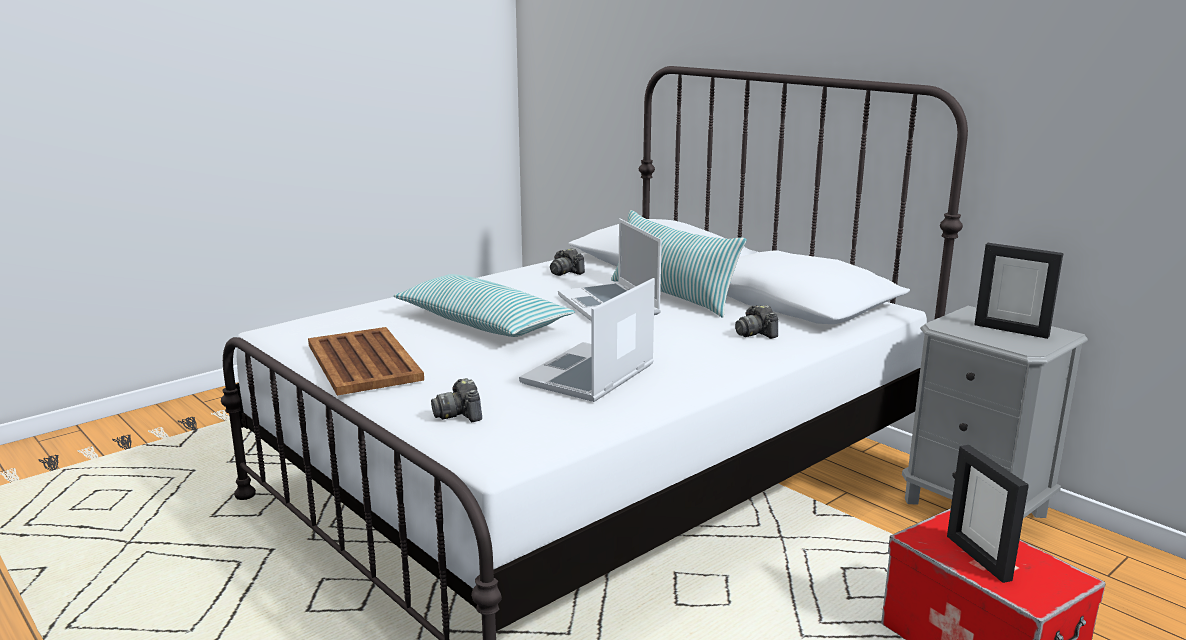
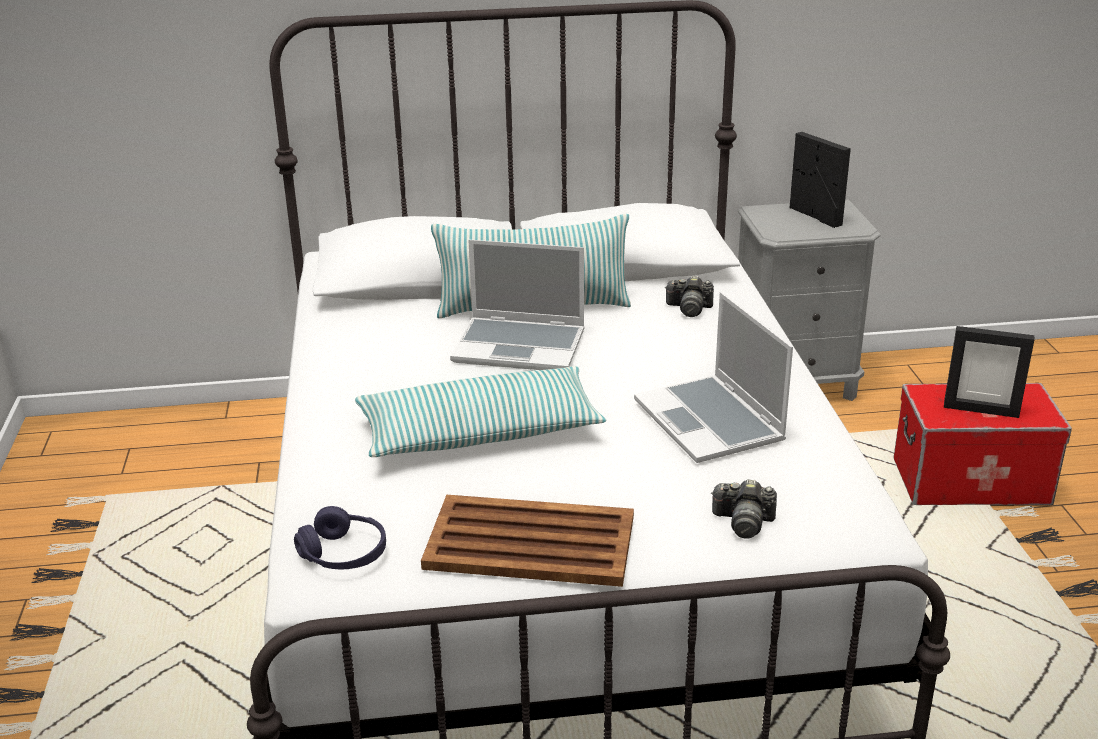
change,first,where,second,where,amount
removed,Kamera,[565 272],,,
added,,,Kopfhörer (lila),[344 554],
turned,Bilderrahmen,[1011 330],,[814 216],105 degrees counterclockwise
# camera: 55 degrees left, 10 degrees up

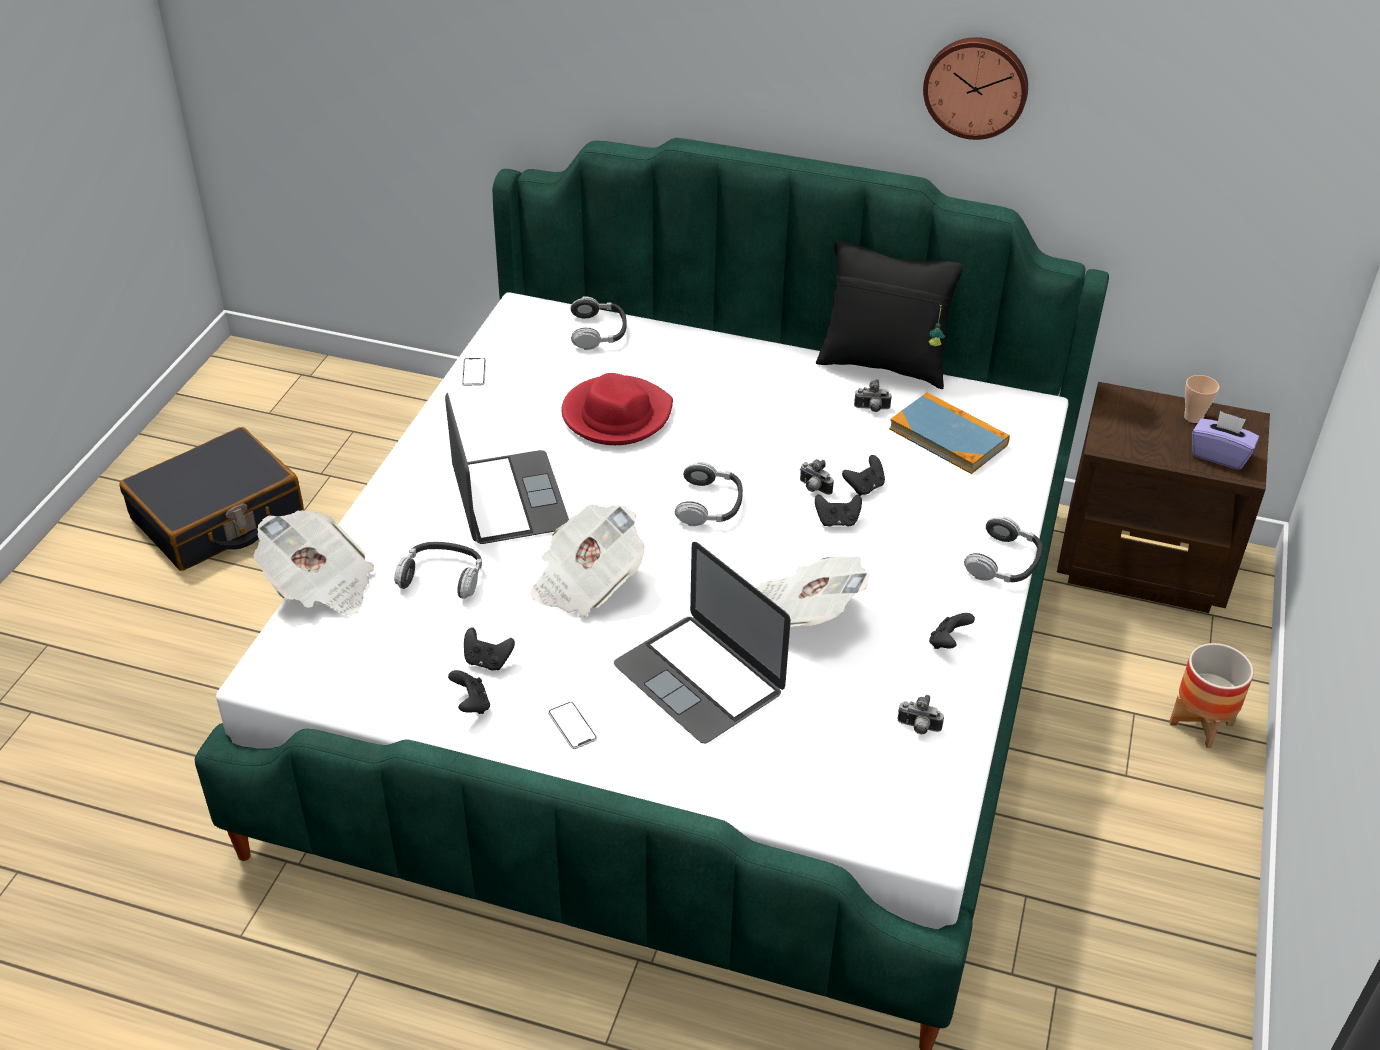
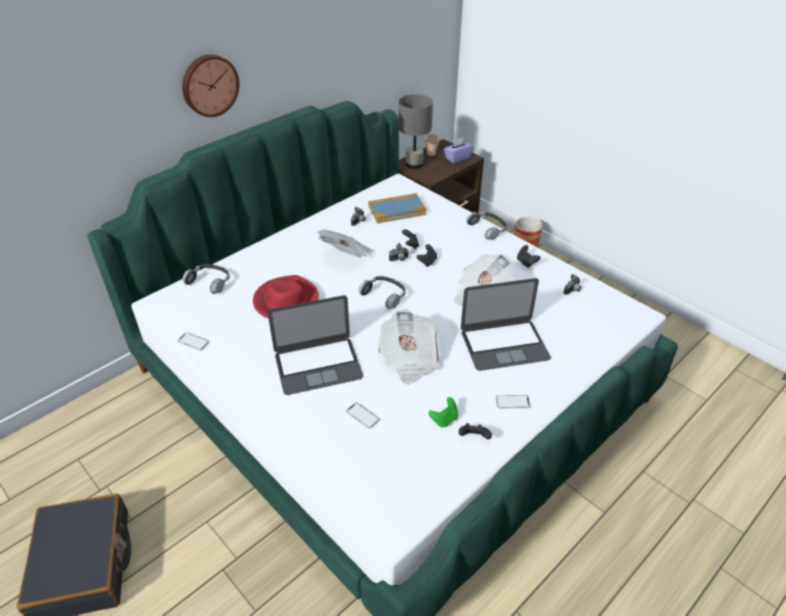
change,first,where,second,where,amount
removed,Kissen (schwarz),[882 366],,,
added,,,Tischlampe (grau),[413 164],
moved,Zeitung,[320 585],,[347 255],
moved,Wanduhr,[976 86],,[209 85],
replaced,Kopfhörer,[442 577],Handy,[362 416],
recoloured,Gamepad (schwarz),[487 661],Gamepad (grün),[444 419],
turned,Laptop,[509 498],,[318 365],150 degrees clockwise
# camera: 60 degrees left, 0 degrees up

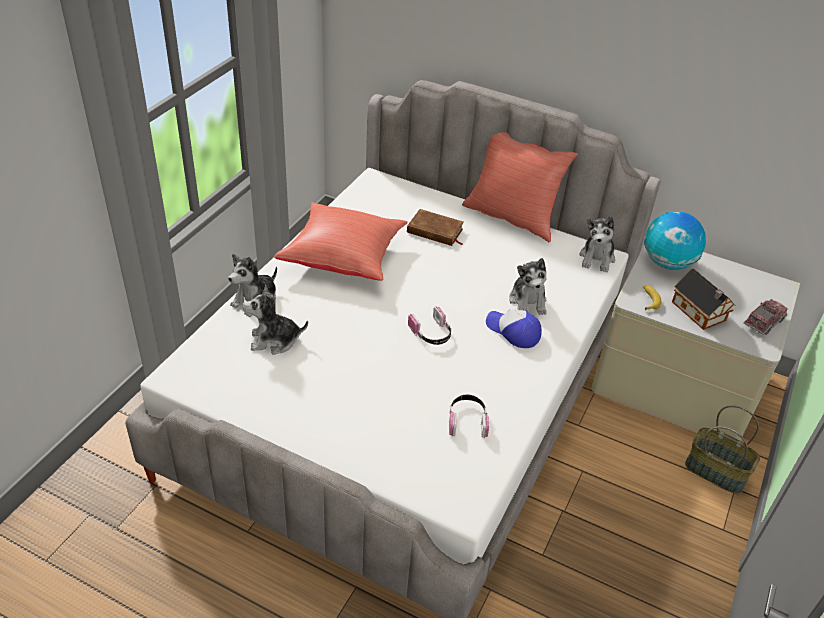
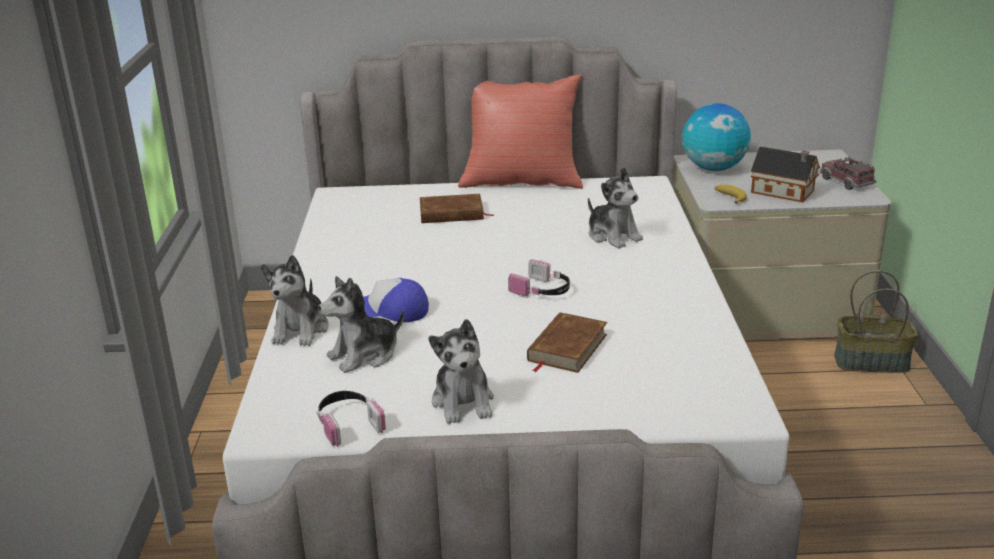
change,first,where,second,where,amount
removed,Kissen (rot),[343 256],,,
added,,,Buch (braun),[567 348],
moved,Kopfhörer,[467 420],,[348 424],
moved,Kappe,[513 331],,[390 311],
moved,Plüschtier,[597 258],,[463 402],
turned,Spielzeuglaster,[763 322],,[846 182],45 degrees counterclockwise
# camera: 25 degrees left, 15 degrees down

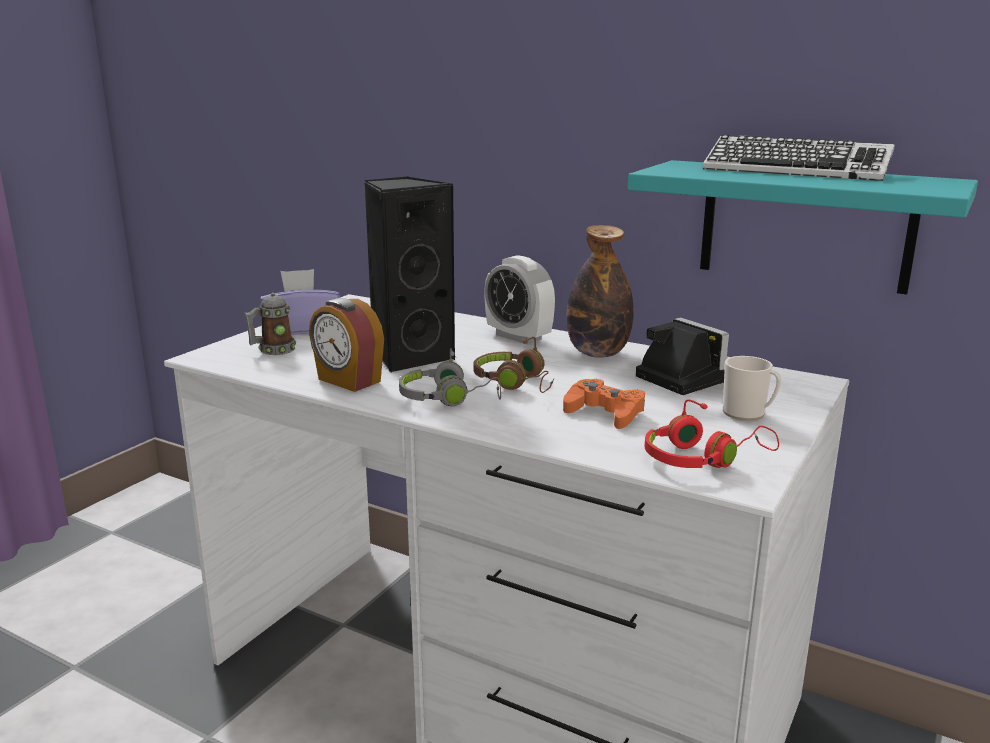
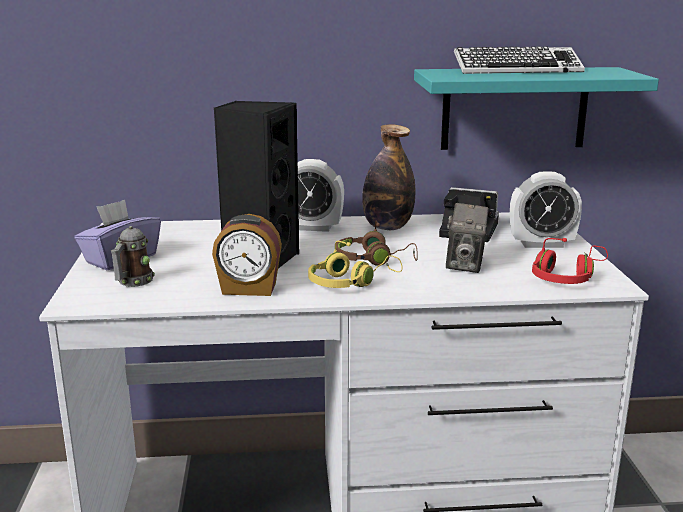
change,first,where,second,where,amount
replaced,Gamepad (orange),[605 412],Kamera,[465 264],
replaced,Henkelbecher,[748 413],Wecker,[541 244],
recoloured,Kopfhörer (grau),[448 398],Kopfhörer (gelb),[350 282],
# camera: 35 degrees left, 0 degrees up

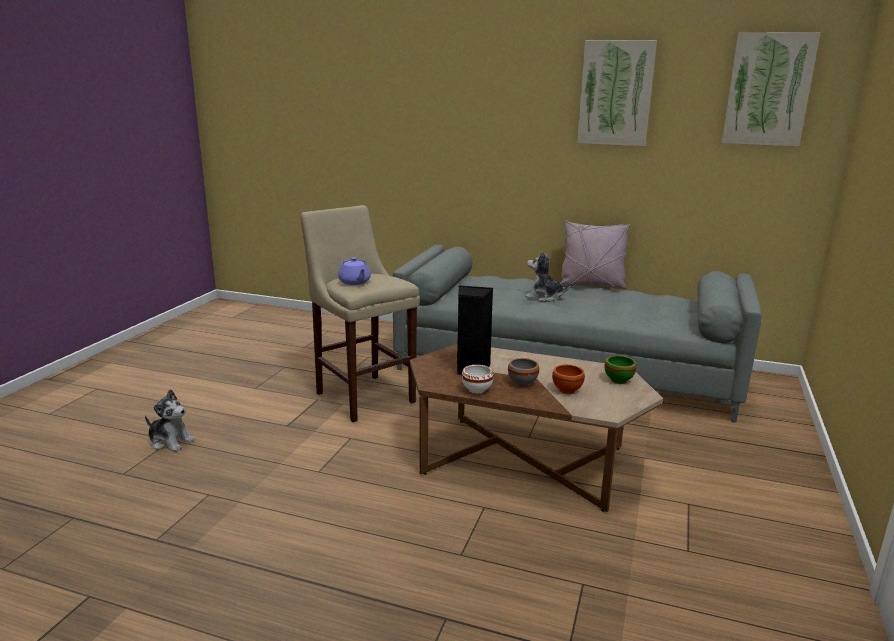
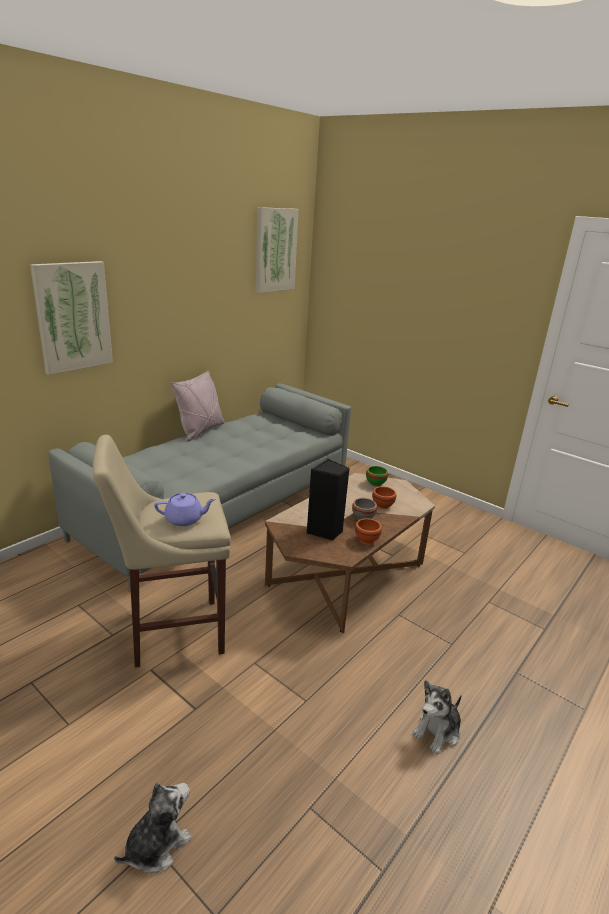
change,first,where,second,where,amount
moved,Plüschtier,[544 297],,[437 731],
moved,Bild,[616 93],,[73 317],
recoloured,Schüssel (weiß),[476 391],Schüssel (braun),[367 541],
# camera: 70 degrees left, 5 degrees up

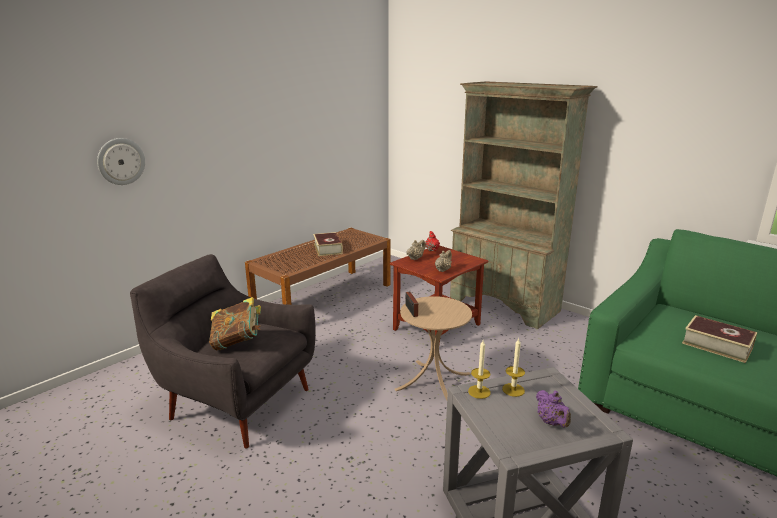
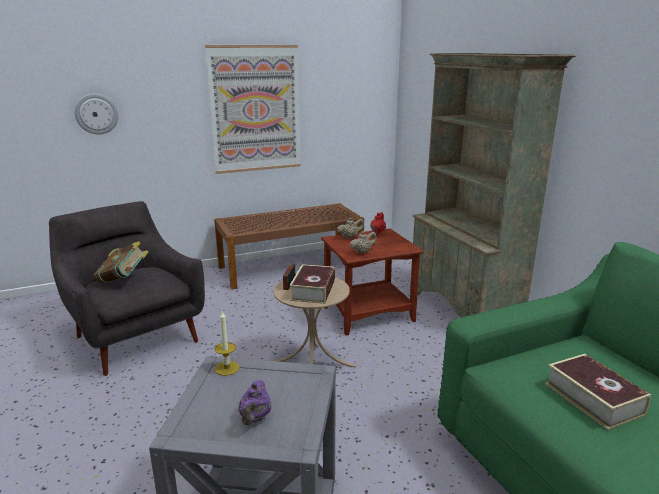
change,first,where,second,where,amount
removed,Kerze,[513 390],,,
added,,,Bild,[255 109],
moved,Buch,[328 249],,[313 290],
# camera: 25 degrees right, 0 degrees up

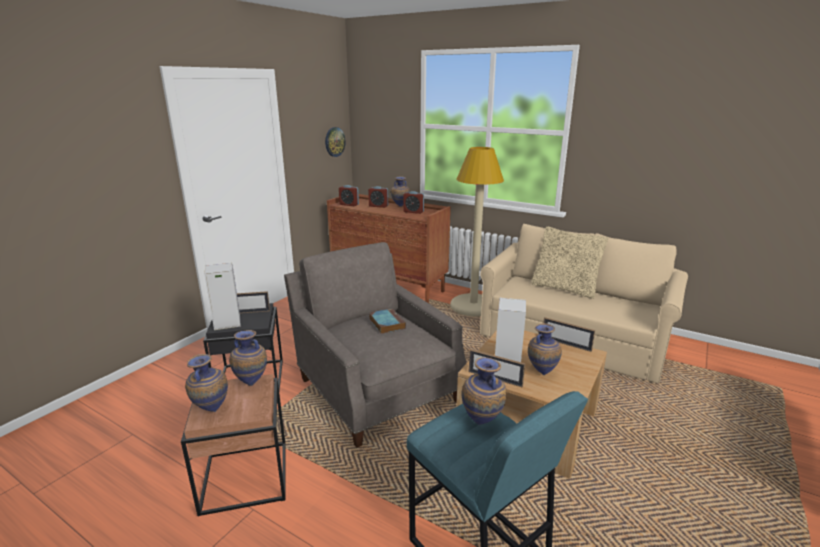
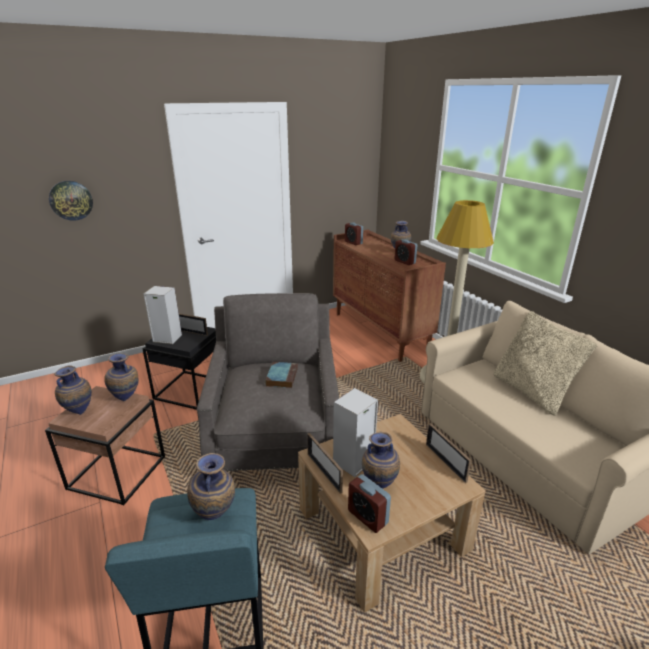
change,first,where,second,where,amount
moved,Wanduhr,[334 142],,[71 200],
moved,Wecker,[378 206],,[367 517],
# camera: 30 degrees right, 5 degrees up

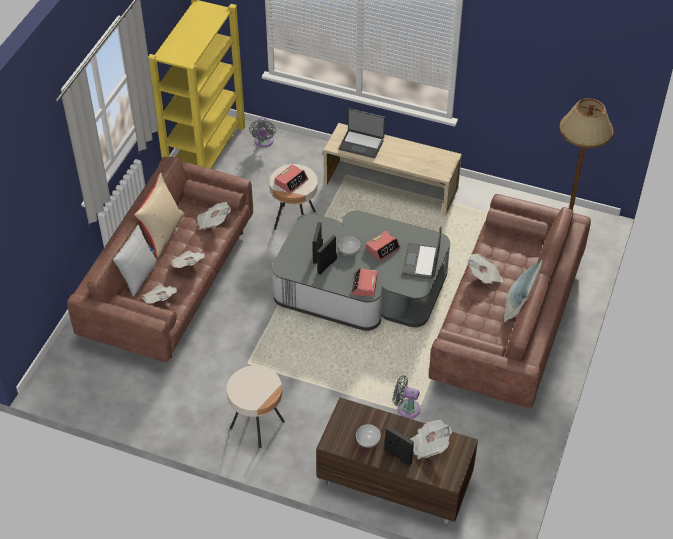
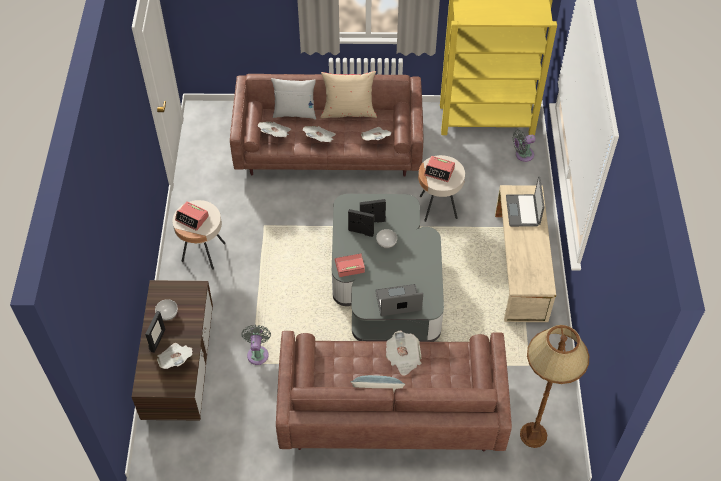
change,first,where,second,where,amount
moved,Wecker,[382 248],,[192 218],
# camera: 70 degrees right, 5 degrees up

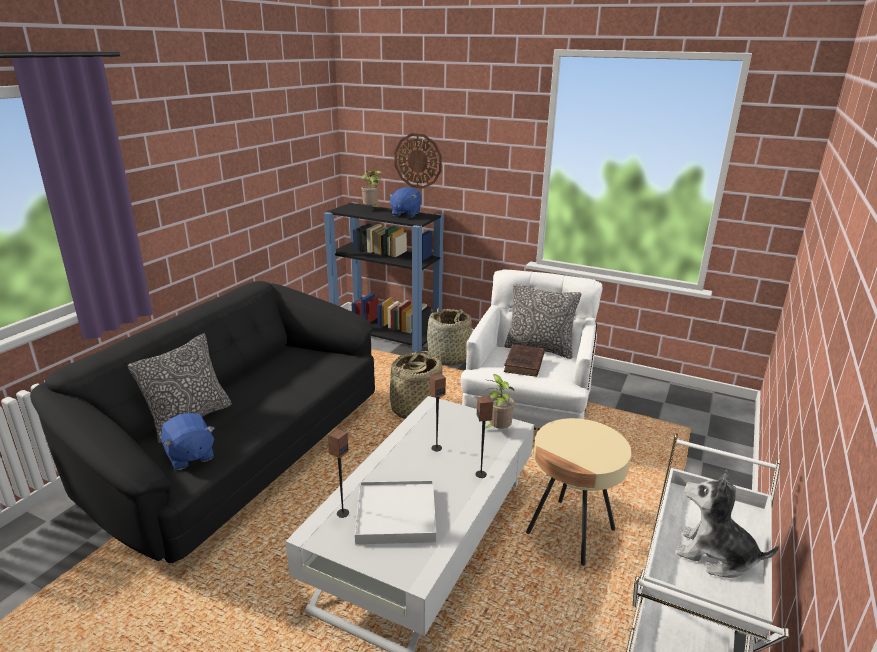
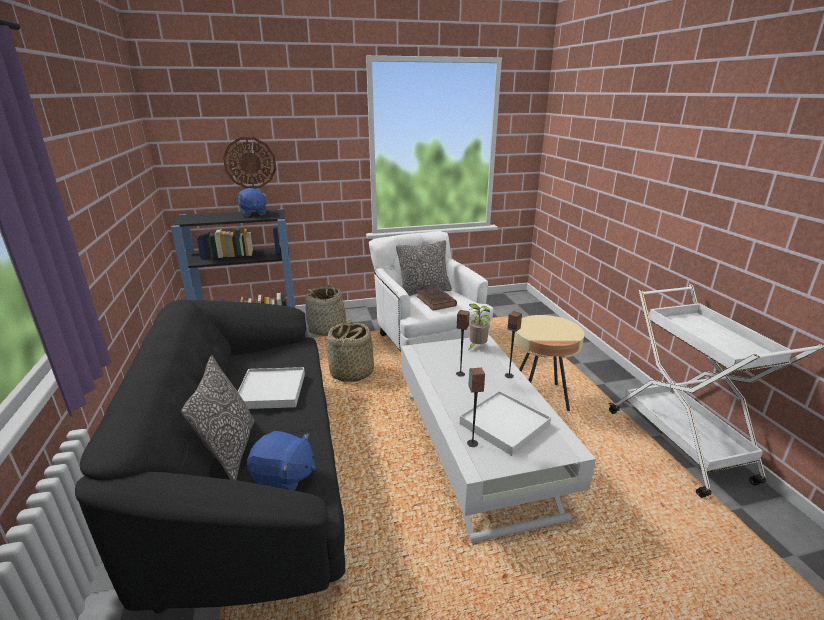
change,first,where,second,where,amount
removed,Topfpflanze,[371 209],,,
removed,Plüschtier,[715 555],,,
added,,,Tablett (weiß),[271 391],
# camera: 40 degrees left, 0 degrees up

